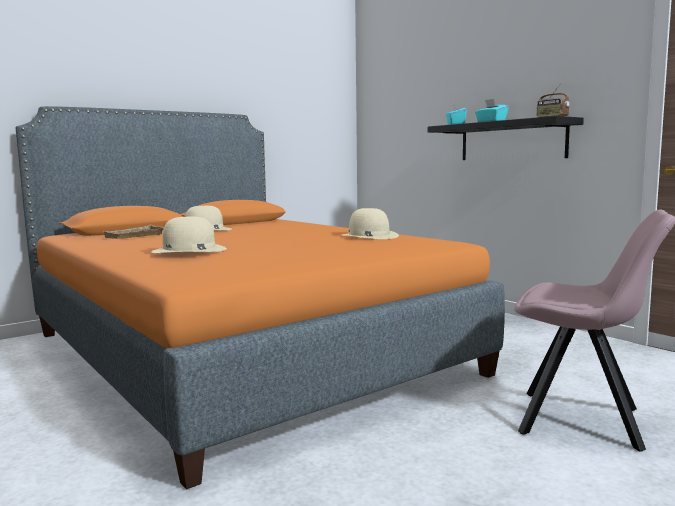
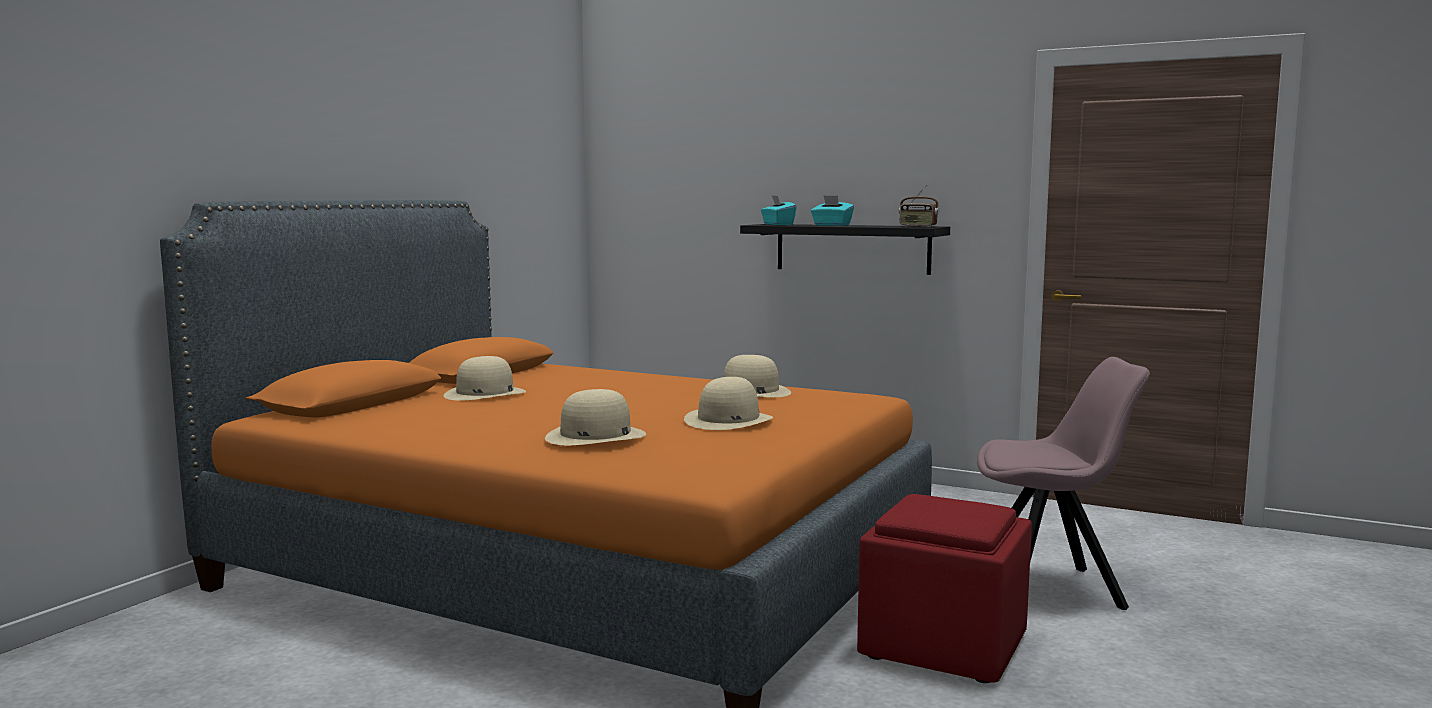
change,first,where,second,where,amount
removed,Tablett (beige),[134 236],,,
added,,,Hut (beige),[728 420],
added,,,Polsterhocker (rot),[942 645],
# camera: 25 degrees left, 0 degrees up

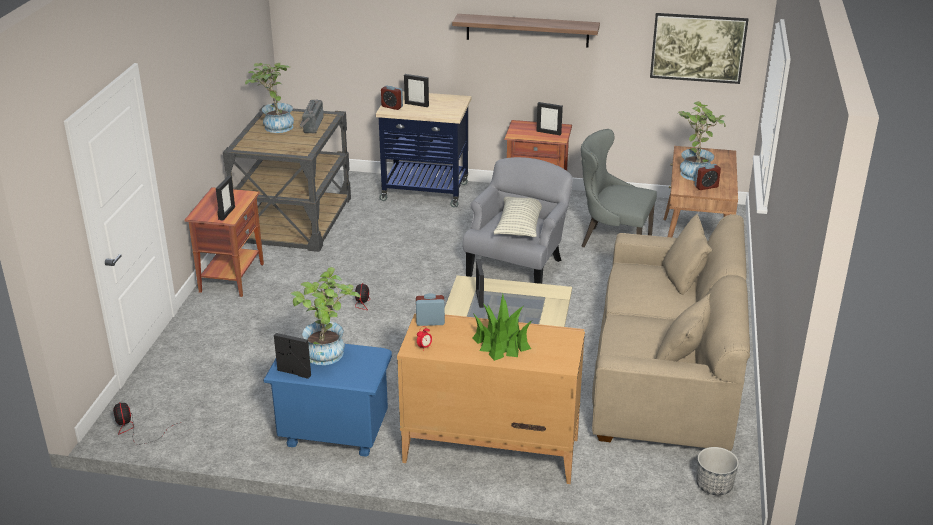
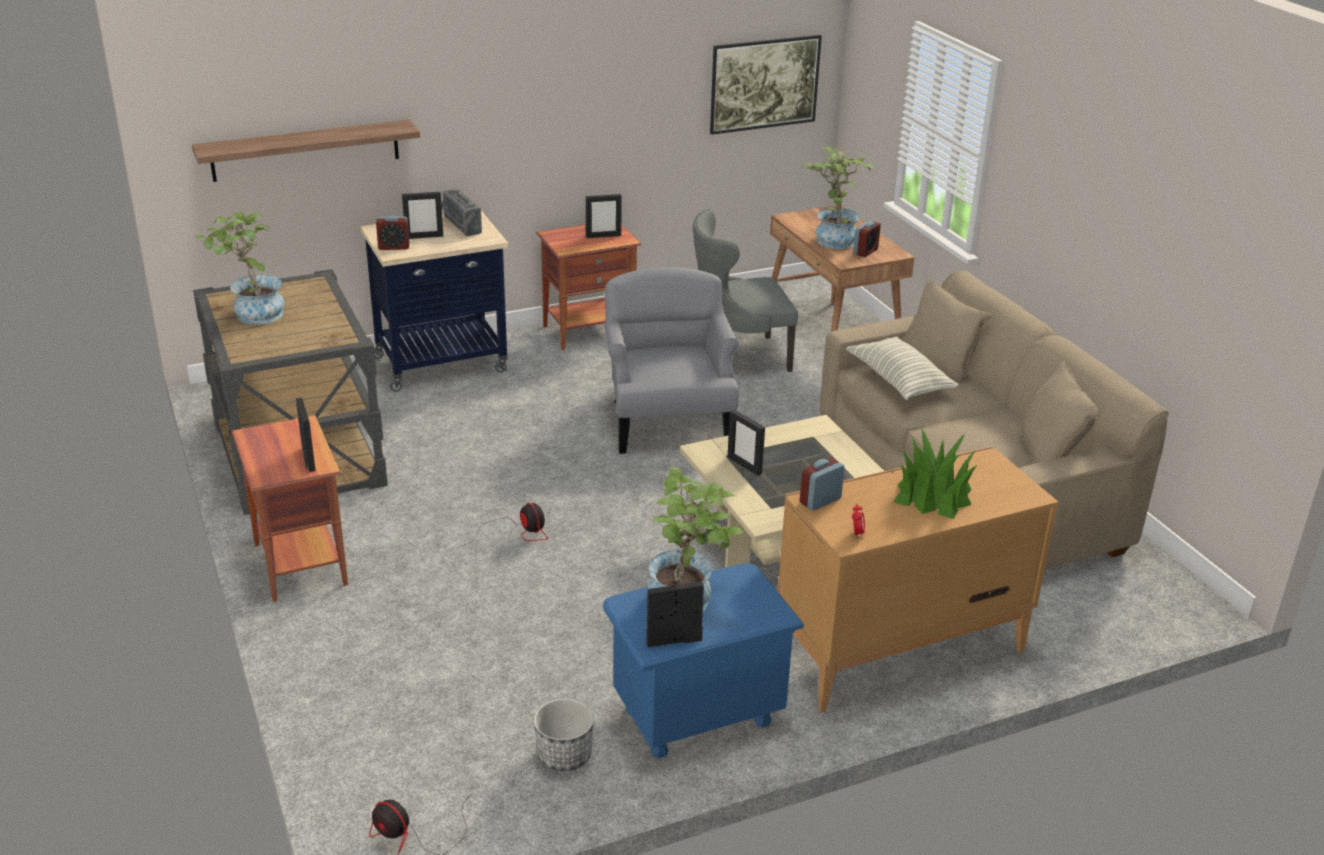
change,first,where,second,where,amount
moved,Radio,[311 125],,[459 226],
moved,Wandregal,[527 30],,[305 150],
moved,Kissen,[519 226],,[899 381],
moved,Pflanzkübel,[714 485],,[565 756],
# camera: 35 degrees left, 0 degrees up

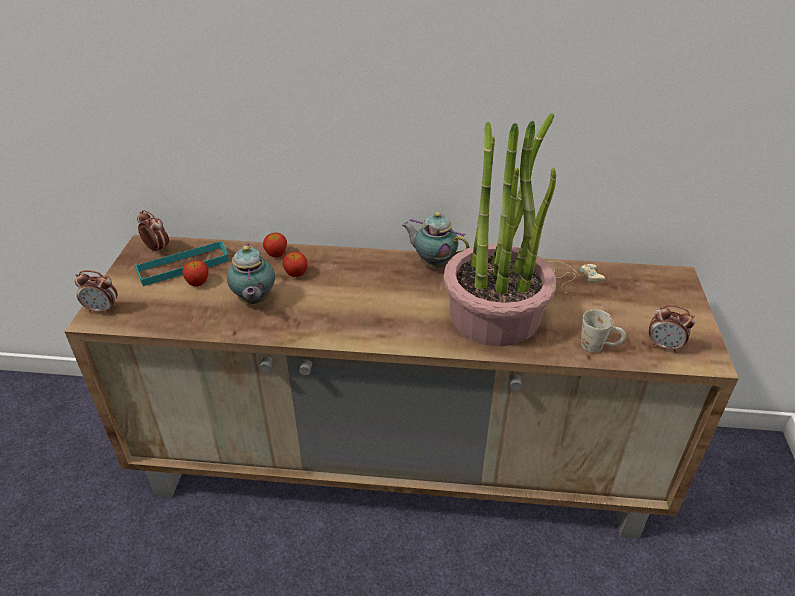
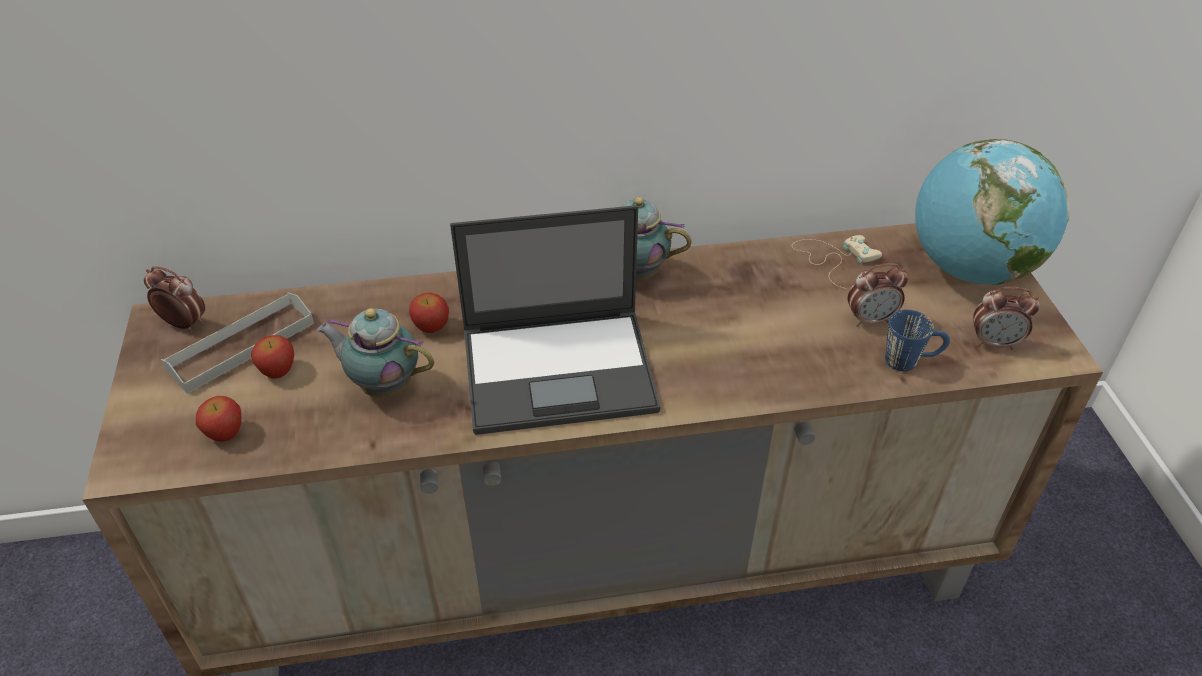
change,first,where,second,where,amount
removed,Topfpflanze,[495 315],,,
added,,,Laptop,[561 369],
added,,,Globus,[970 269],
moved,Wecker,[103 310],,[870 319],
moved,Apfel,[276 254],,[225 432],
recoloured,Tablett (türkis),[183 266],Tablett (grau),[241 346],
recoloured,Henkelbecher (weiß),[599 346],Henkelbecher (blau),[911 360],
turned,Teekanne,[254 301],,[383 385],135 degrees clockwise
# camera: 15 degrees left, 5 degrees up

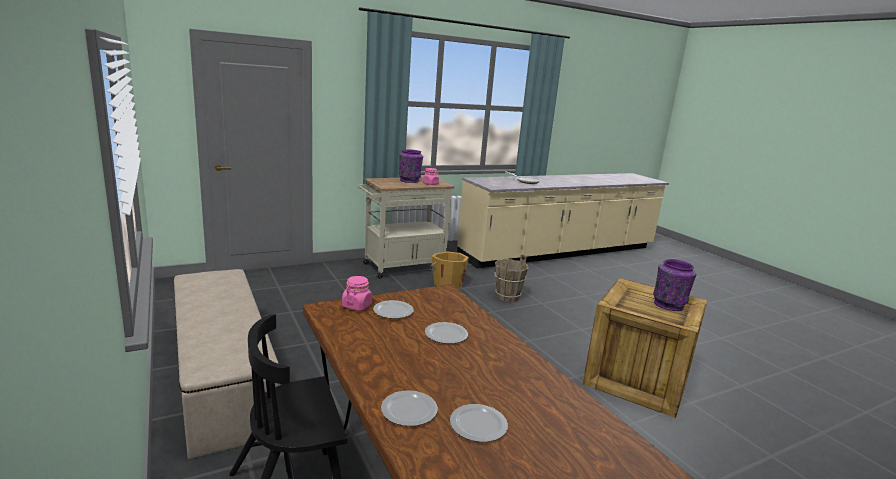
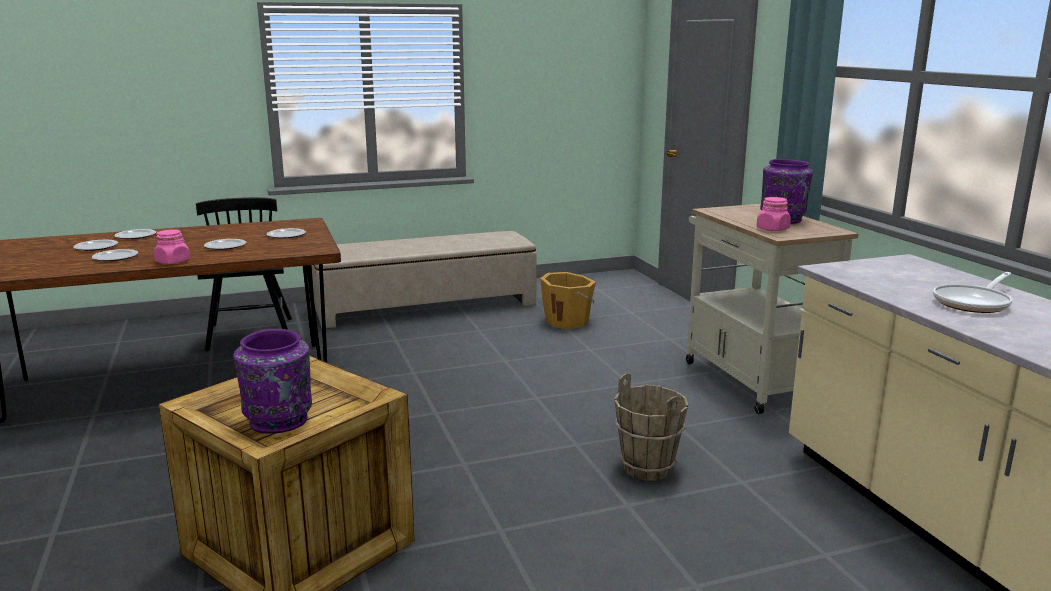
change,first,where,second,where,amount
added,,,Teller,[116 257],
moved,Vorratsglas (rosa),[357 306],,[173 262],
moved,Eimer (orange),[448 284],,[567 321],
# camera: 100 degrees right, 0 degrees up

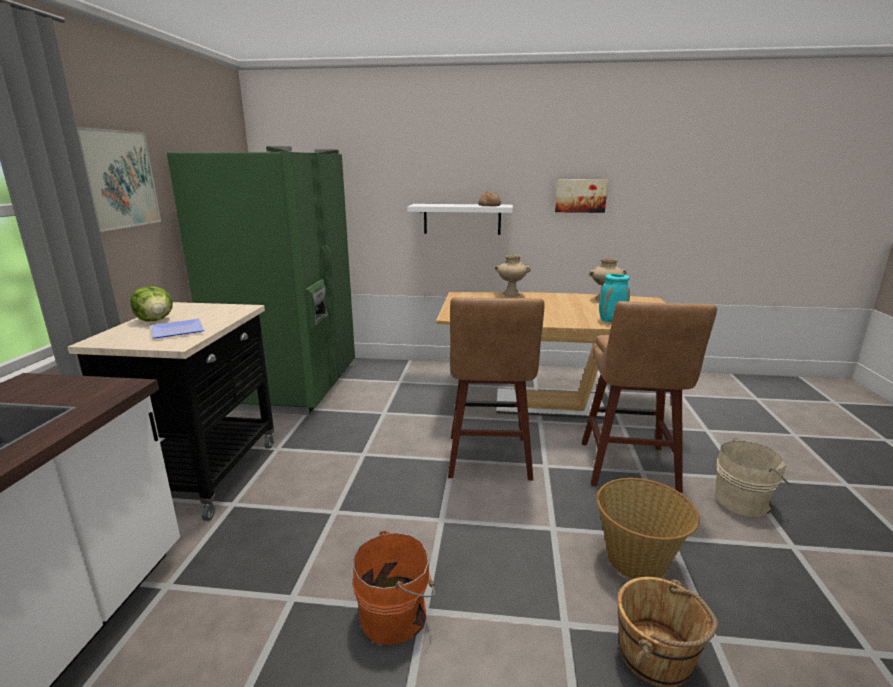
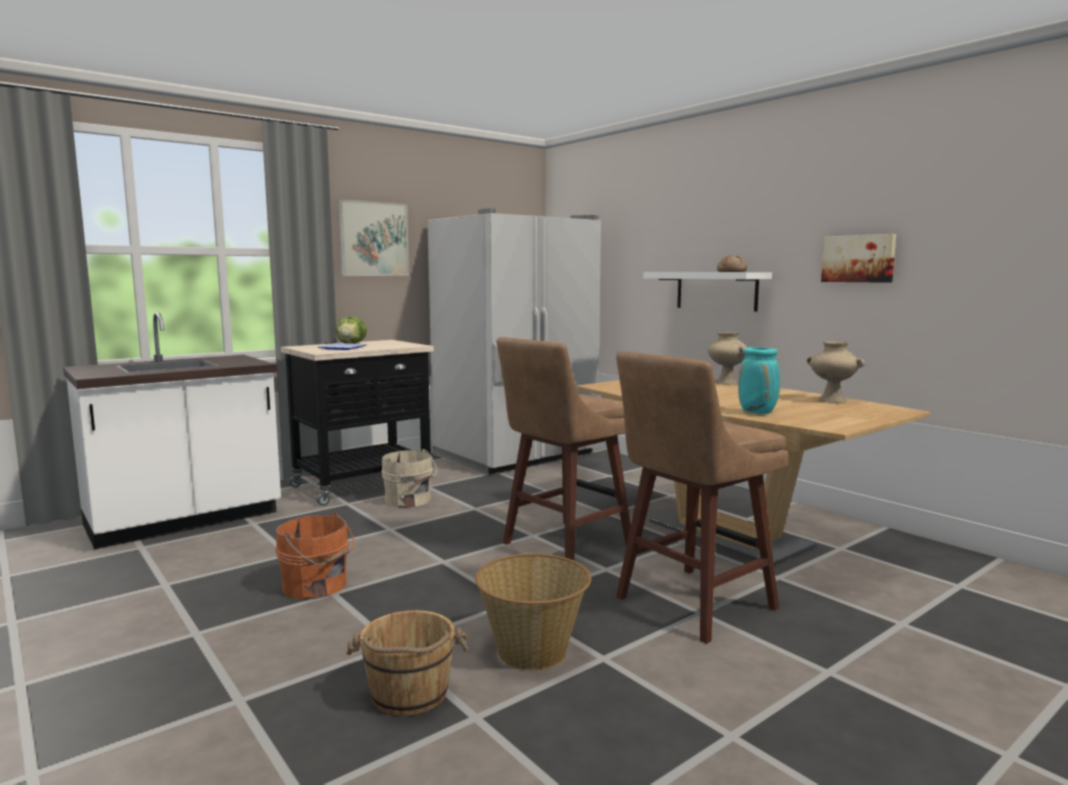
change,first,where,second,where,amount
moved,Eimer (beige),[744 500],,[409 501],
recoloured,Kühlschrank (grün),[291 384],Kühlschrank (weiß),[516 454],
# camera: 45 degrees right, 10 degrees down

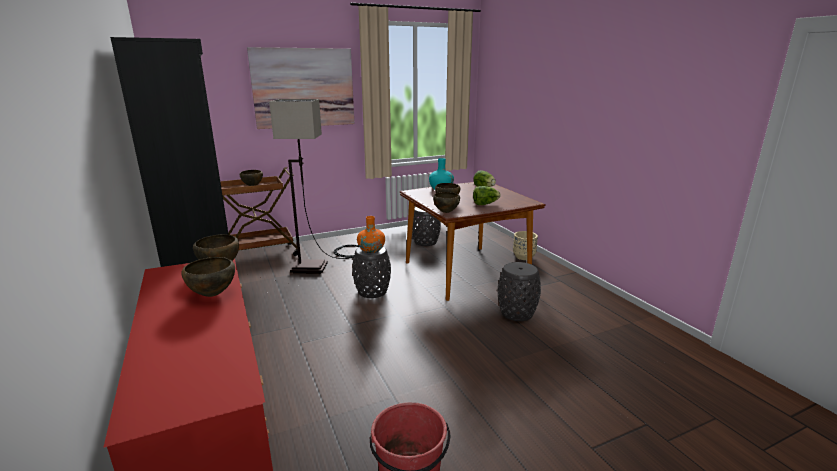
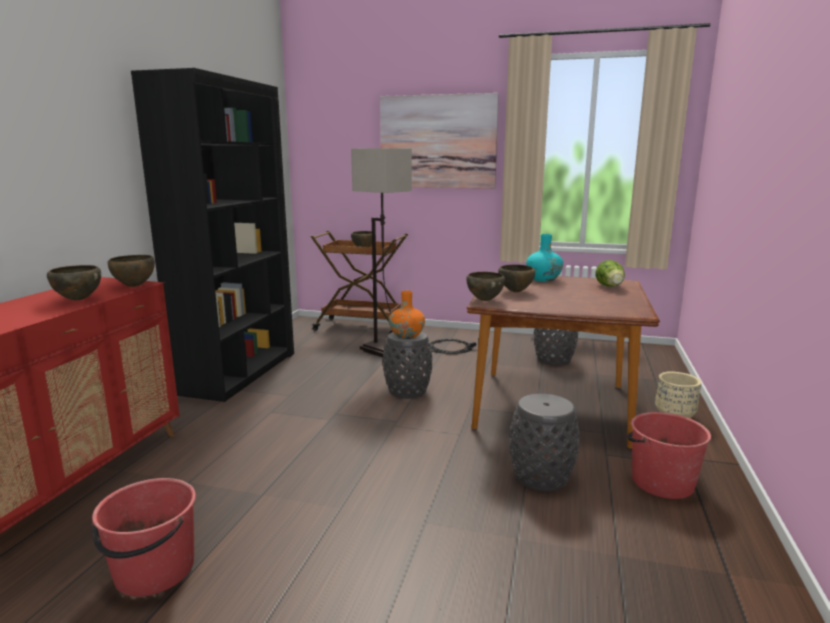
change,first,where,second,where,amount
removed,Salatkopf,[485 204],,,
added,,,Eimer (rot),[661 482],
# camera: 40 degrees right, 5 degrees down

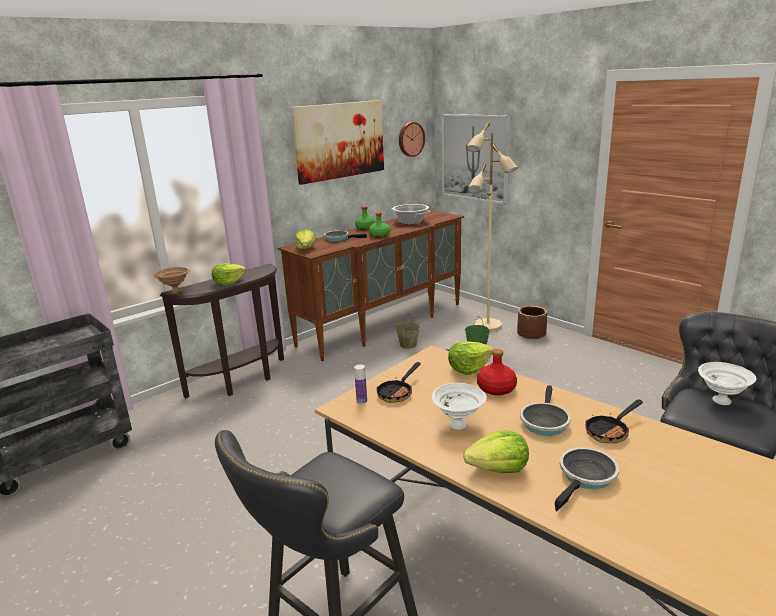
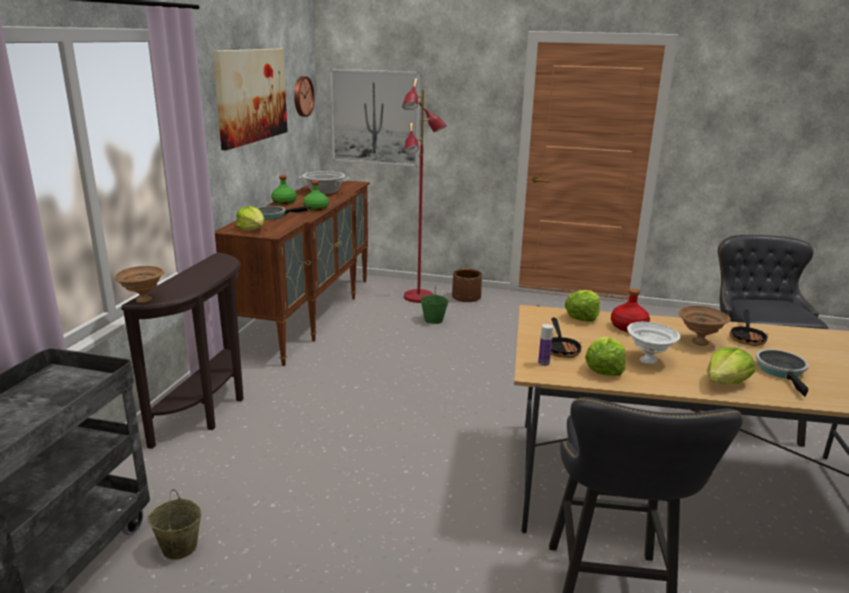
change,first,where,second,where,amount
removed,Schüssel (weiß),[721 401],,,
moved,Salatkopf,[228 282],,[604 369],
moved,Eimer (beige),[407 345],,[178 547],
replaced,Pfanne,[544 421],Schüssel (braun),[699 342],
recoloured,Stehlampe (beige),[488 326],Stehlampe (rot),[419 297],
# camera: 35 degrees left, 0 degrees up

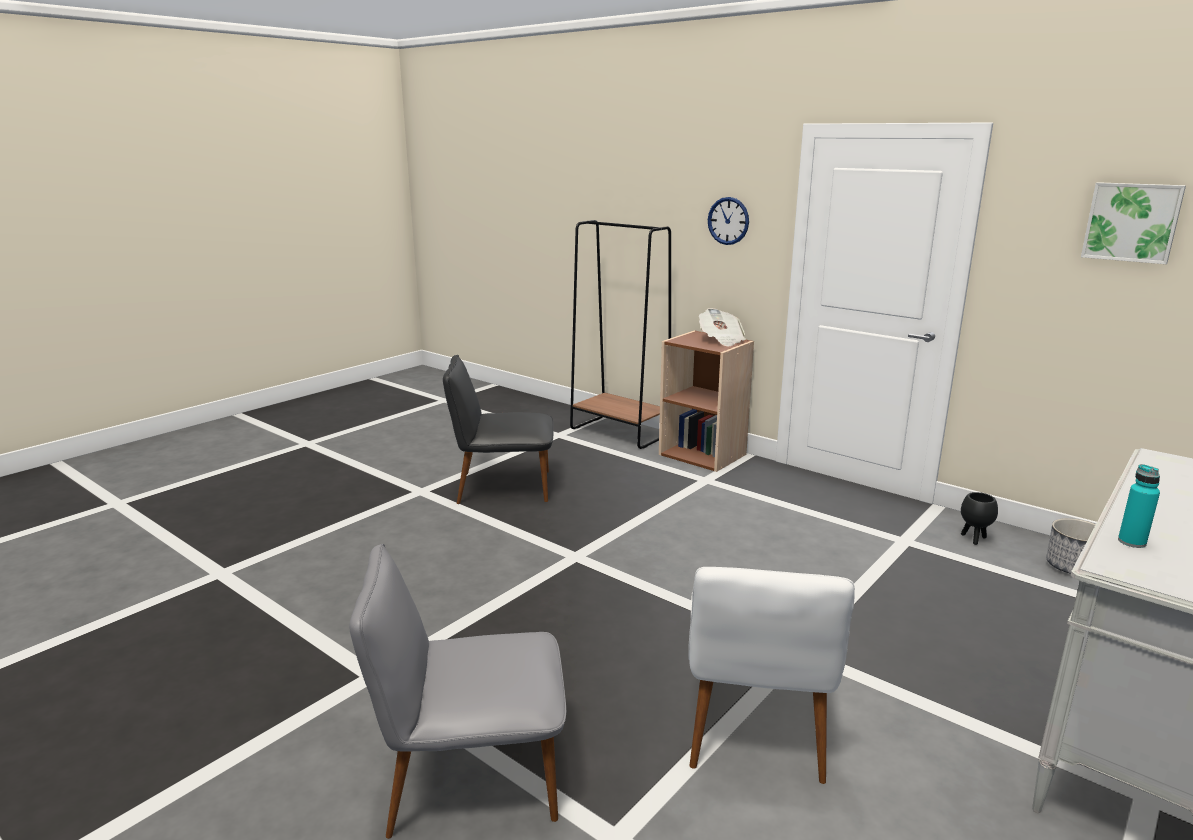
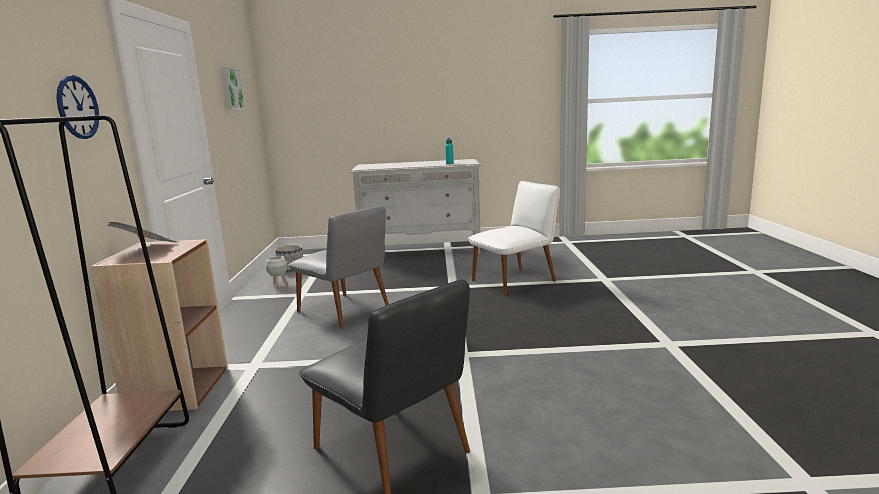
change,first,where,second,where,amount
moved,Stuhl (grau),[473 775],,[343 310],
recoloured,Pflanzkübel (schwarz),[974 539],Pflanzkübel (weiß),[279 285],
# camera: 130 degrees left, 5 degrees down

